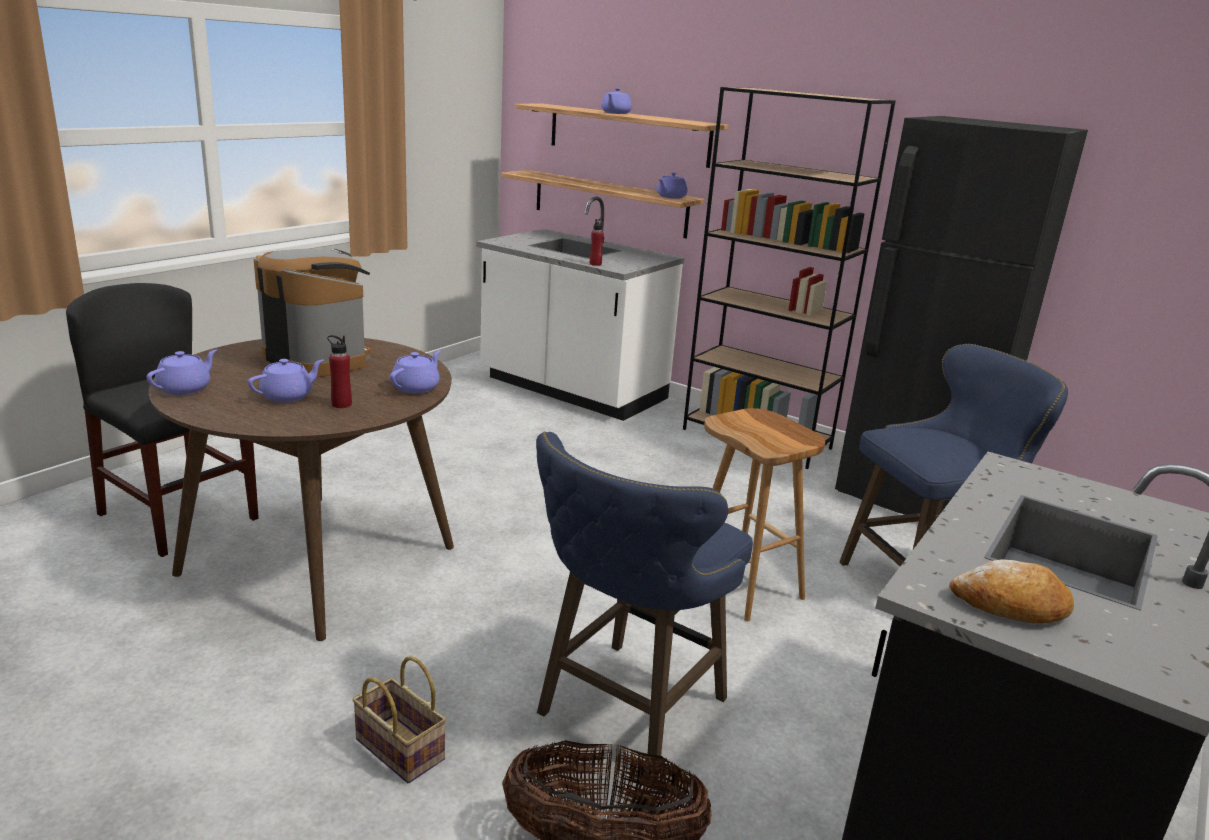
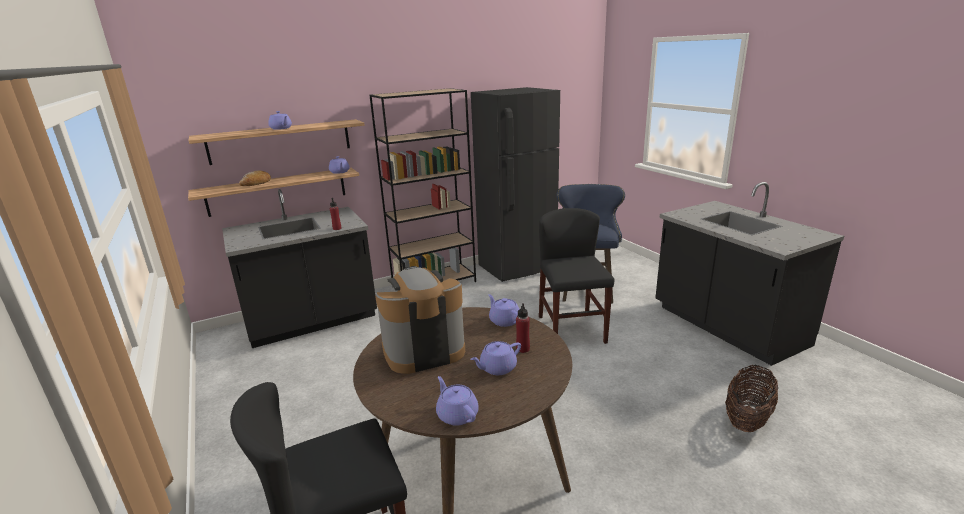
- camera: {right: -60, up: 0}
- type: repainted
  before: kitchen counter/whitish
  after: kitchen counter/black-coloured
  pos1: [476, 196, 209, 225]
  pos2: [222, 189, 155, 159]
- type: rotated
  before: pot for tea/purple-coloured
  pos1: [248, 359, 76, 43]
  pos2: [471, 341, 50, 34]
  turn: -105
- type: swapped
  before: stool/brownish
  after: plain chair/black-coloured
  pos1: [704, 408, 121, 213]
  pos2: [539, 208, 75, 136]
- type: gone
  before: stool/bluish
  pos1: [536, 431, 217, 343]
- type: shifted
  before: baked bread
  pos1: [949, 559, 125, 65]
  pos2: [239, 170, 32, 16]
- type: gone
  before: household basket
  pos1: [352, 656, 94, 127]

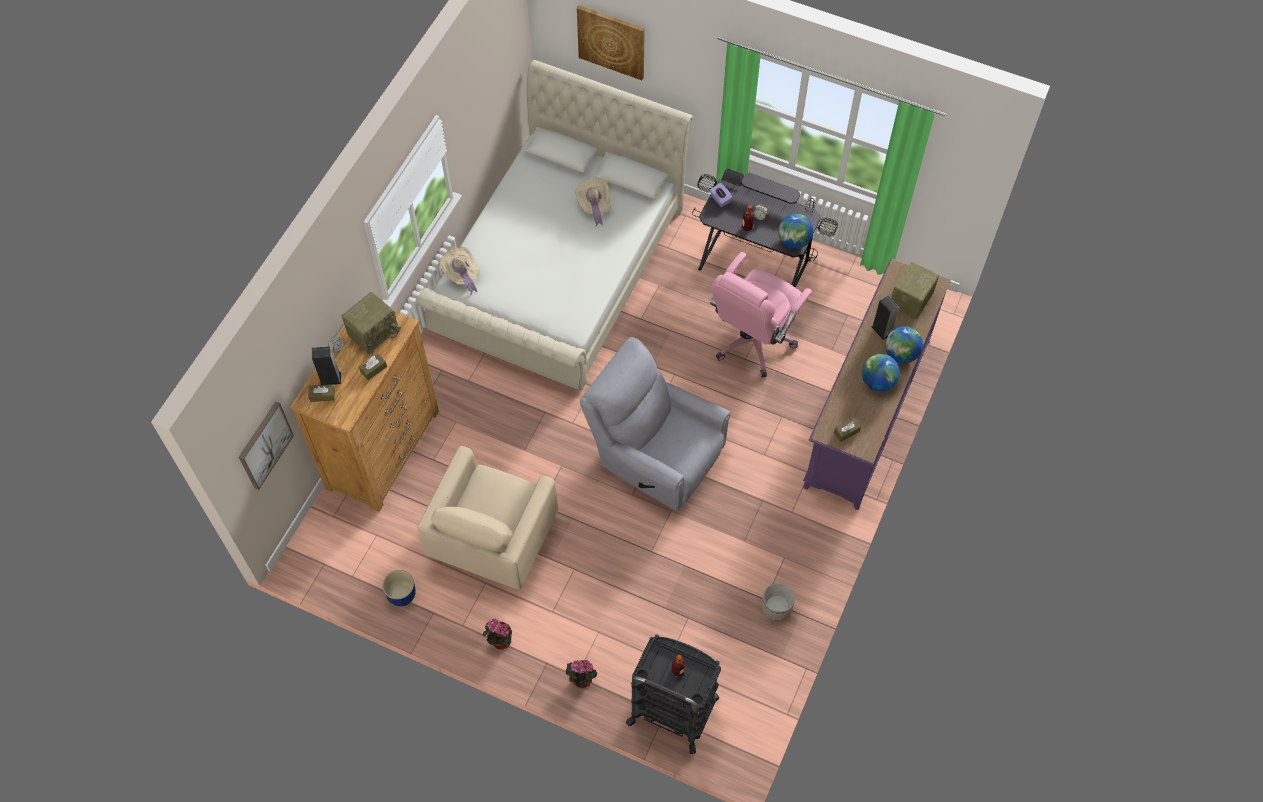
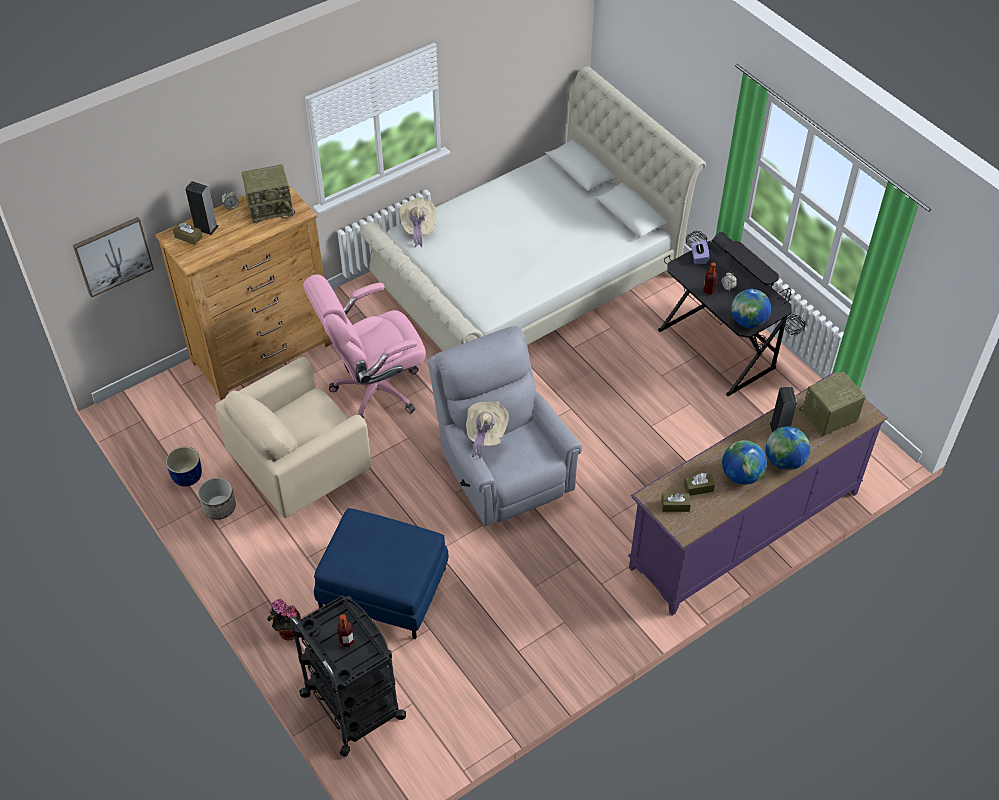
- camera: {right: 30, up: -10}
- type: gone
  before: wall art
  pos1: [577, 5, 68, 75]
- type: shifted
  before: wearable hat/beige
  pos1: [575, 176, 37, 50]
  pos2: [466, 402, 43, 57]
- type: shifted
  before: computer chair/pink-coloured
  pos1: [710, 252, 102, 126]
  pos2: [303, 274, 123, 144]
- type: shifted
  before: tissue holder/brownish
  pos1: [359, 354, 28, 26]
  pos2: [684, 473, 31, 23]
- type: shifted
  before: plant pot
  pos1: [761, 583, 34, 38]
  pos2: [198, 478, 38, 42]
- type: gone
  before: plant in a pot
  pos1: [483, 619, 29, 31]
- type: new
  after: ottoman/bluish
  pos2: [314, 508, 134, 131]

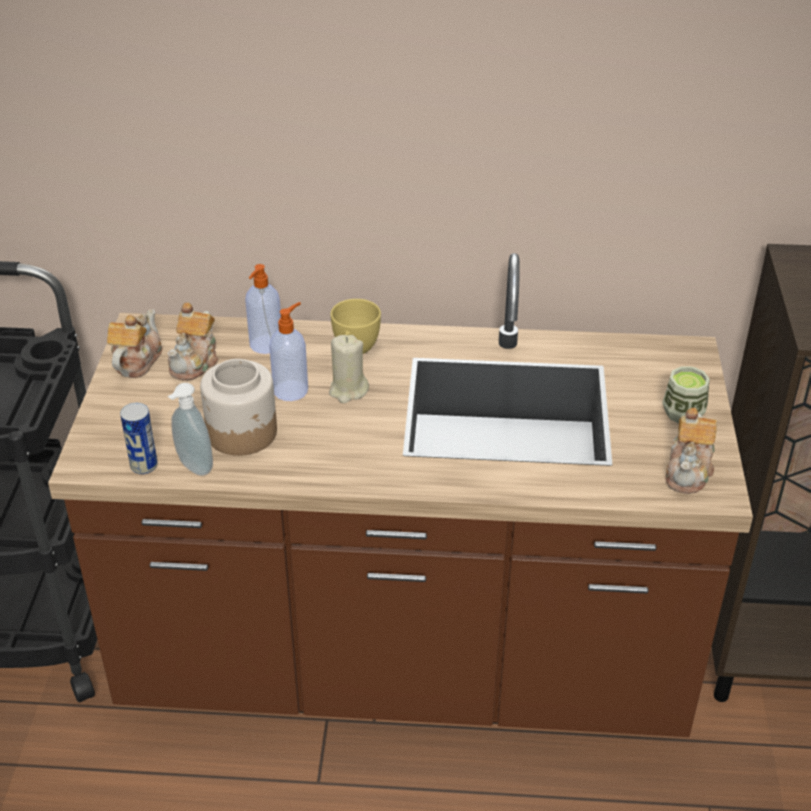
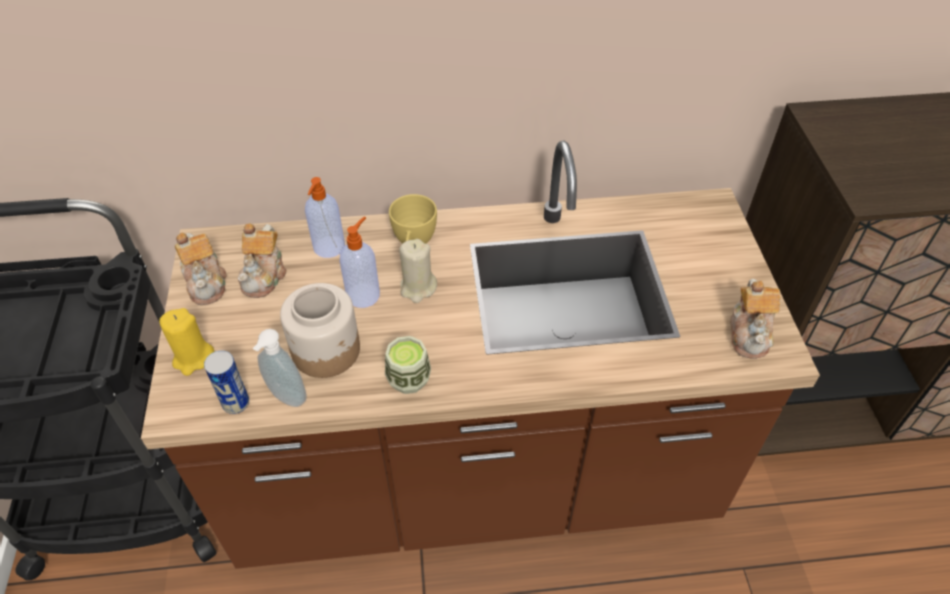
- camera: {right: -10, up: 10}
- type: rotated
  before: pot for tea
  pos1: [107, 309, 55, 69]
  pos2: [175, 233, 52, 72]
  turn: 150
- type: shifted
  before: drinking cup
  pos1: [662, 366, 48, 57]
  pos2: [385, 336, 46, 58]
- type: new
  after: wax light/yellow-coloured
  pos2: [159, 308, 55, 68]

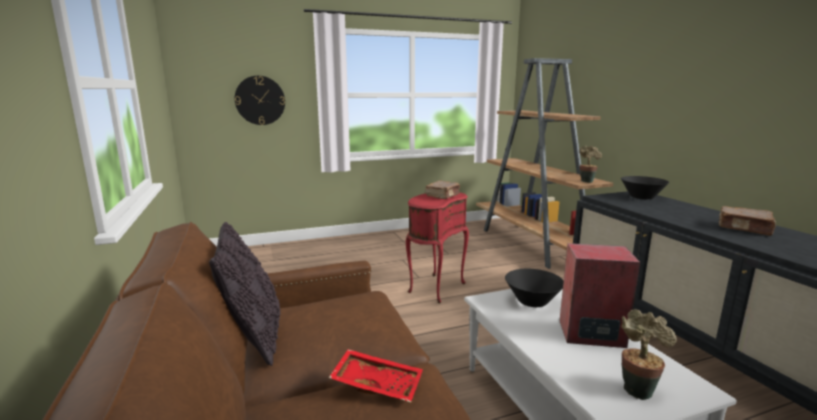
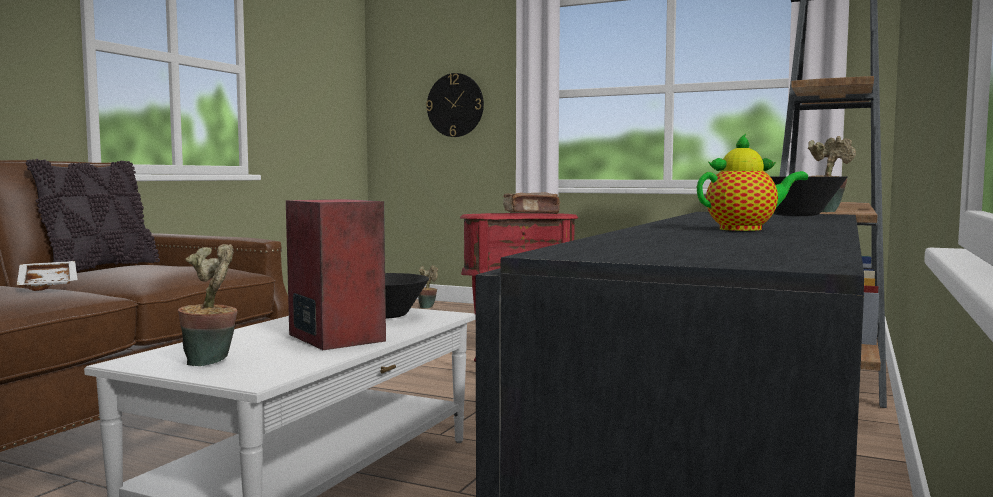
- camera: {right: 45, up: -10}
- type: swapped
  before: volume/brownish
  after: pot for tea
  pos1: [719, 206, 57, 30]
  pos2: [697, 134, 111, 97]
- type: repainted
  before: tray/reddish
  after: tray/whitish
  pos1: [329, 349, 94, 53]
  pos2: [17, 261, 61, 30]
- type: new
  after: plant in a pot
  pos2: [418, 265, 20, 44]

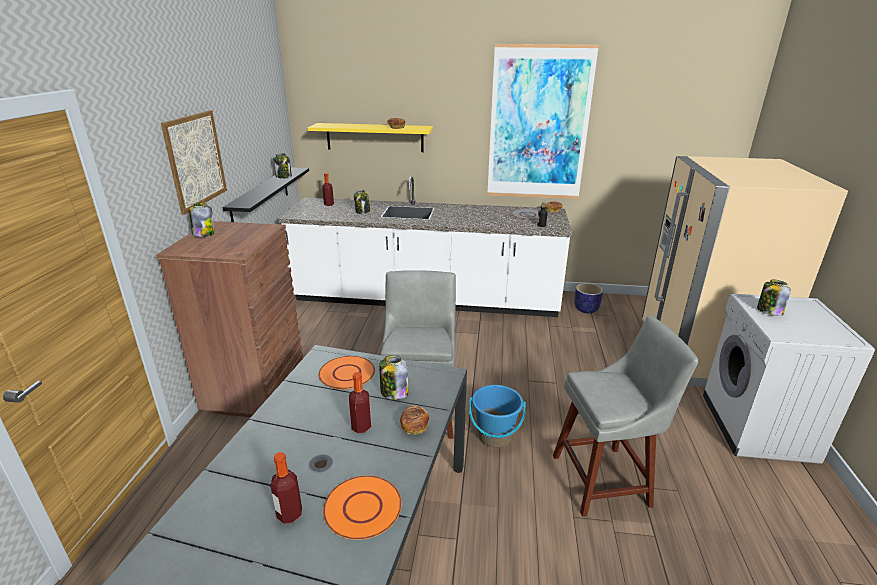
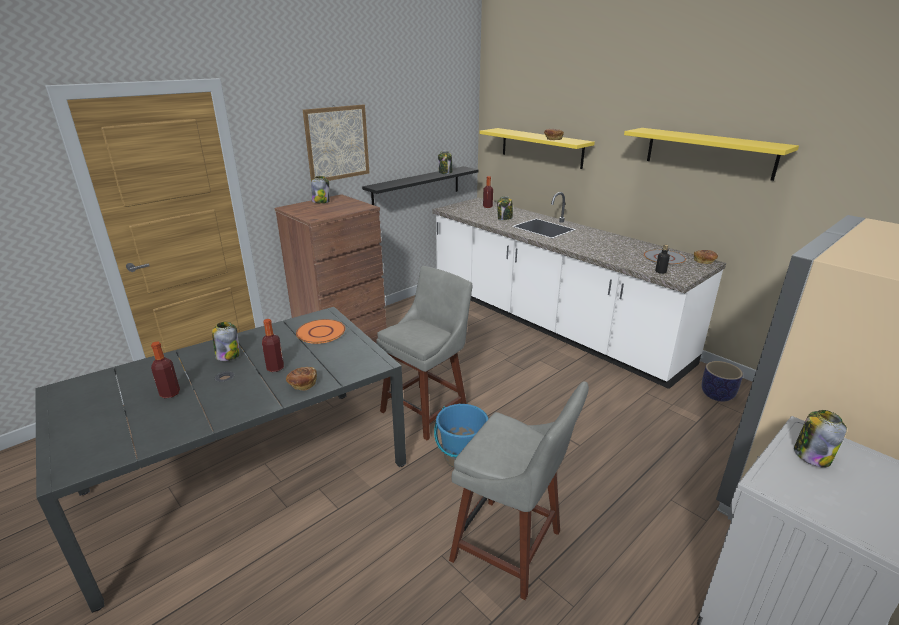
- camera: {right: 40, up: 0}
- type: swapped
  before: wall art
  after: wall shelf/yellow-coloured
  pos1: [487, 44, 112, 155]
  pos2: [624, 128, 175, 53]
- type: shifted
  before: preserve jar
  pos1: [379, 355, 30, 45]
  pos2: [212, 322, 28, 39]
- type: gone
  before: dinner plate/orange-coloured
  pos1: [323, 475, 79, 65]

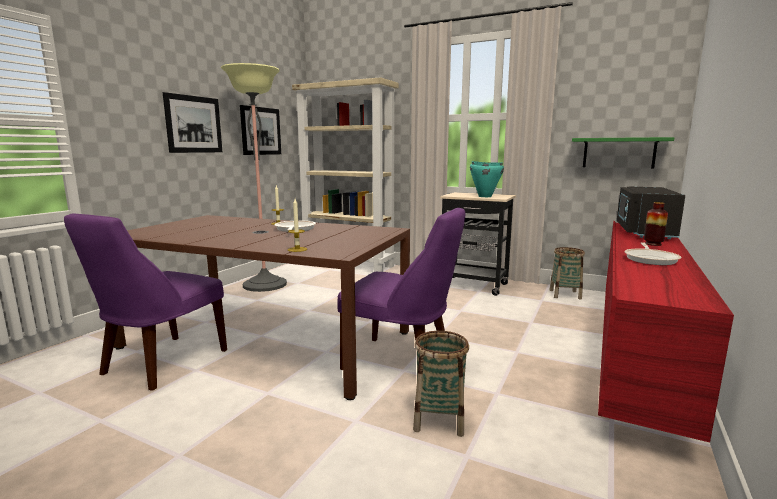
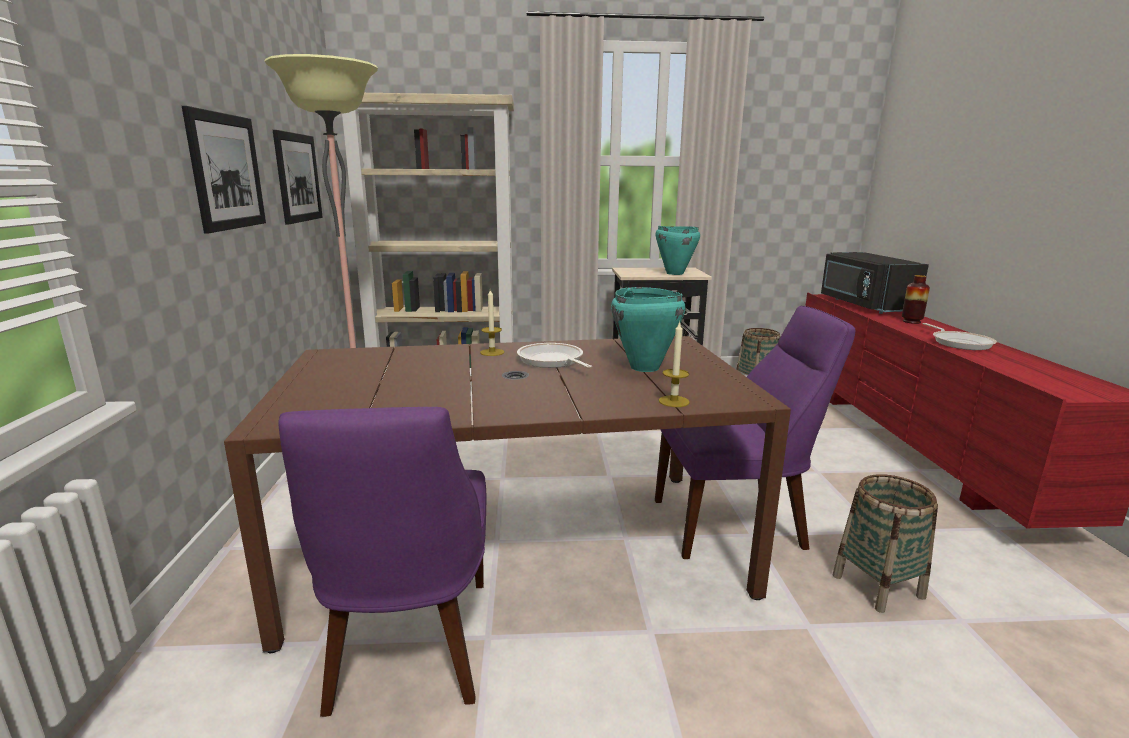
- camera: {right: -30, up: 5}
- type: gone
  before: wall shelf/greenish
  pos1: [572, 137, 103, 31]
- type: new
  after: saucepot/turquoise
  pos2: [611, 287, 75, 85]

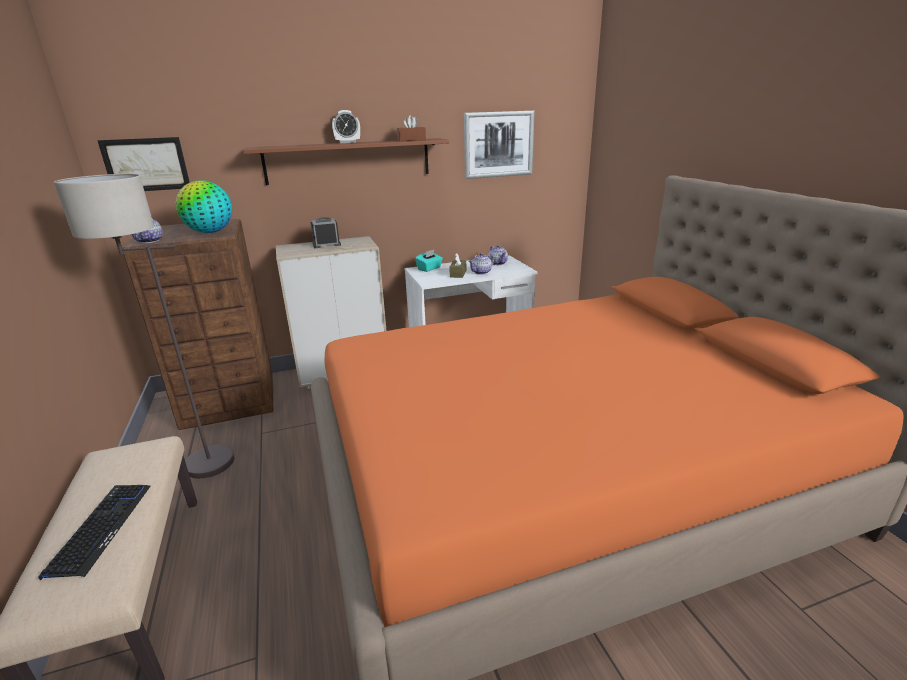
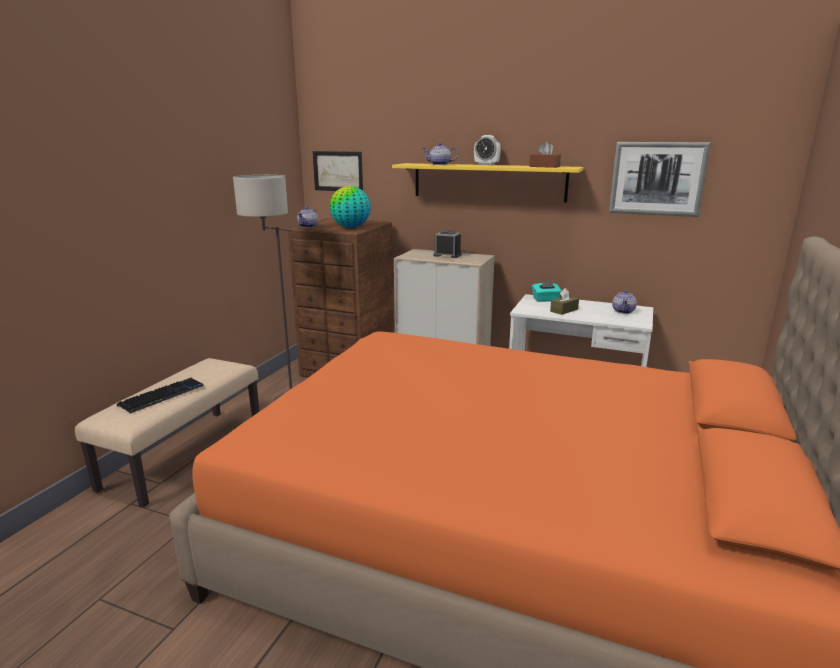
- camera: {right: 40, up: -5}
- type: repainted
  before: wall shelf/brownish
  after: wall shelf/yellow-coloured
  pos1: [243, 138, 206, 47]
  pos2: [392, 163, 192, 39]
- type: shifted
  before: pot for tea
  pos1: [469, 253, 25, 22]
  pos2: [422, 143, 36, 22]

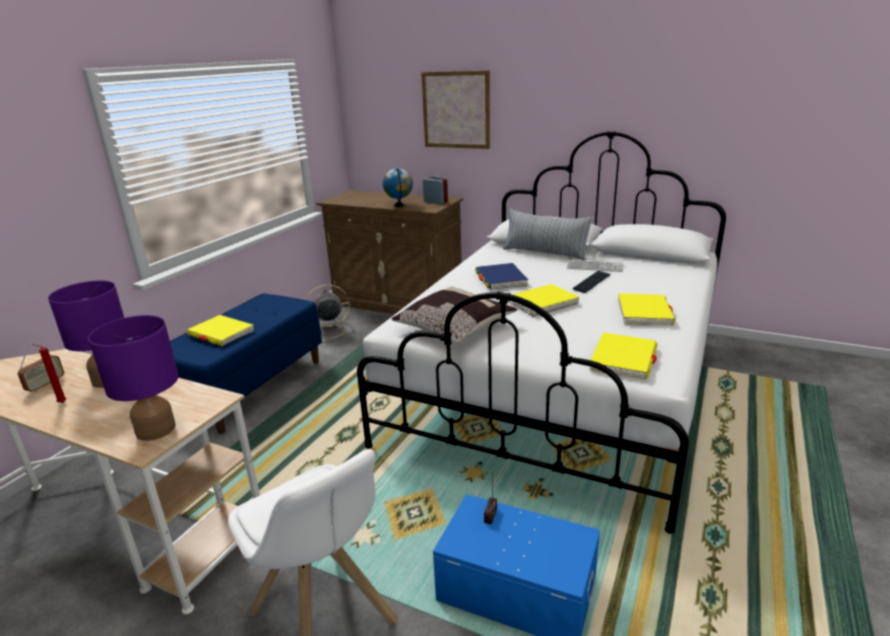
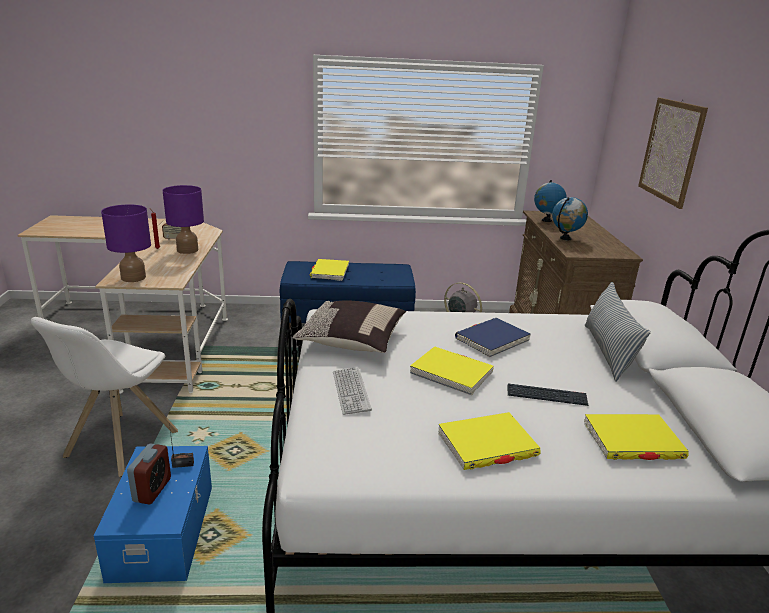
- camera: {right: 60, up: 0}
- type: shifted
  before: bedside clock
  pos1: [423, 175, 25, 29]
  pos2: [127, 443, 44, 62]
- type: shifted
  before: PC keyboard
  pos1: [567, 260, 57, 12]
  pos2: [333, 367, 39, 48]
- type: shifted
  before: volume/yellow-coloured
  pos1: [590, 332, 68, 47]
  pos2: [584, 414, 105, 46]
- type: new
  after: desk globe
  pos2: [534, 180, 33, 42]

